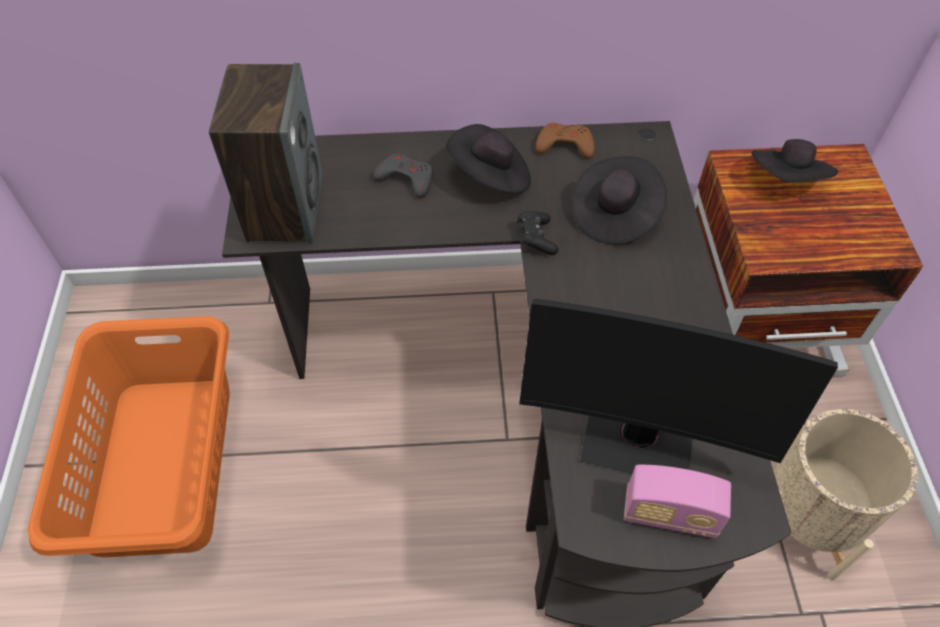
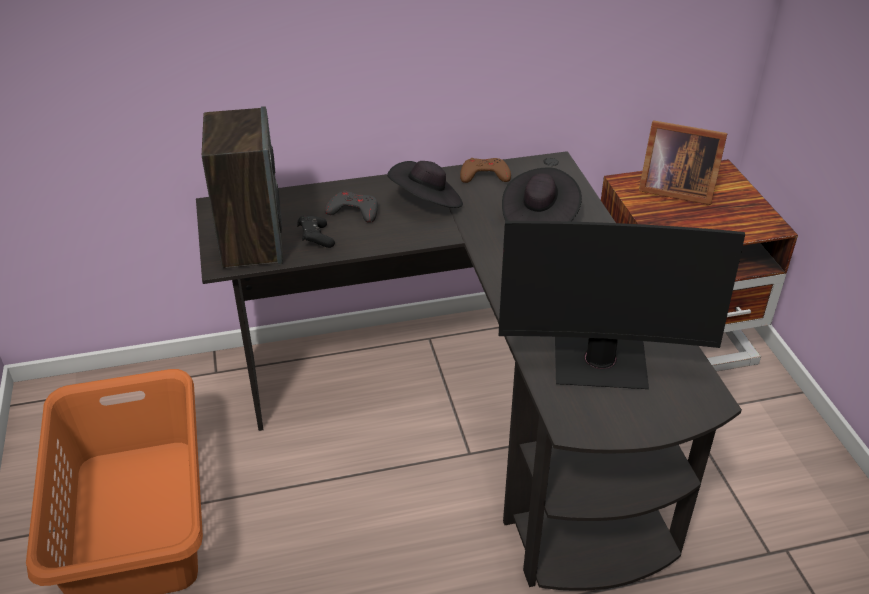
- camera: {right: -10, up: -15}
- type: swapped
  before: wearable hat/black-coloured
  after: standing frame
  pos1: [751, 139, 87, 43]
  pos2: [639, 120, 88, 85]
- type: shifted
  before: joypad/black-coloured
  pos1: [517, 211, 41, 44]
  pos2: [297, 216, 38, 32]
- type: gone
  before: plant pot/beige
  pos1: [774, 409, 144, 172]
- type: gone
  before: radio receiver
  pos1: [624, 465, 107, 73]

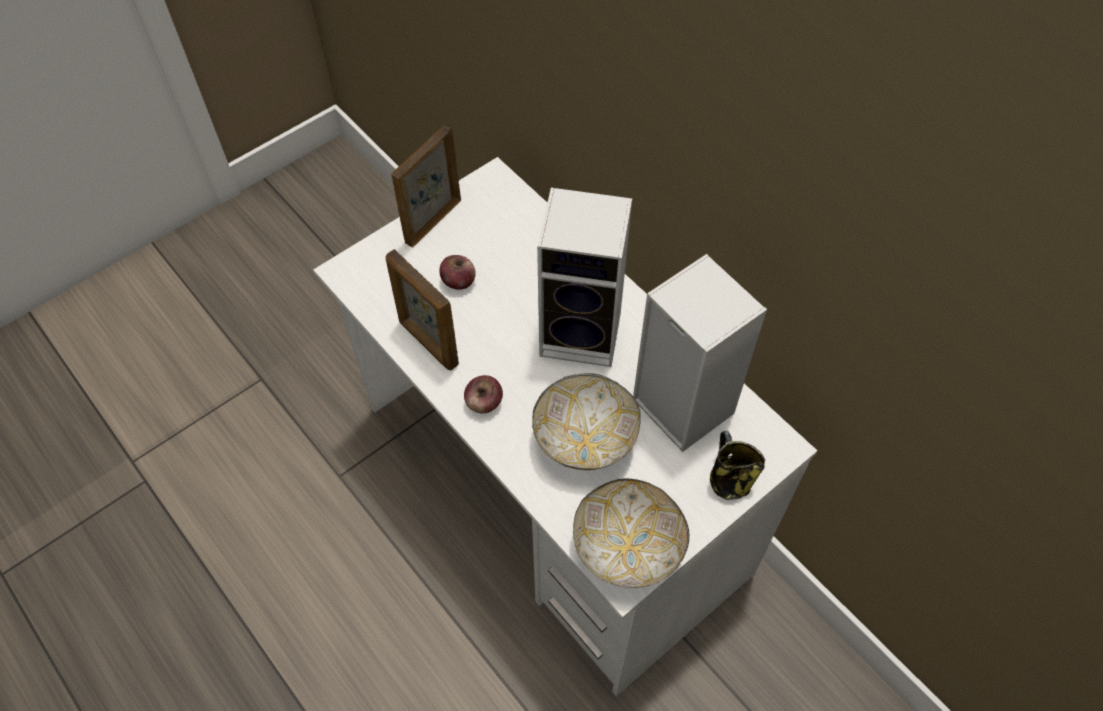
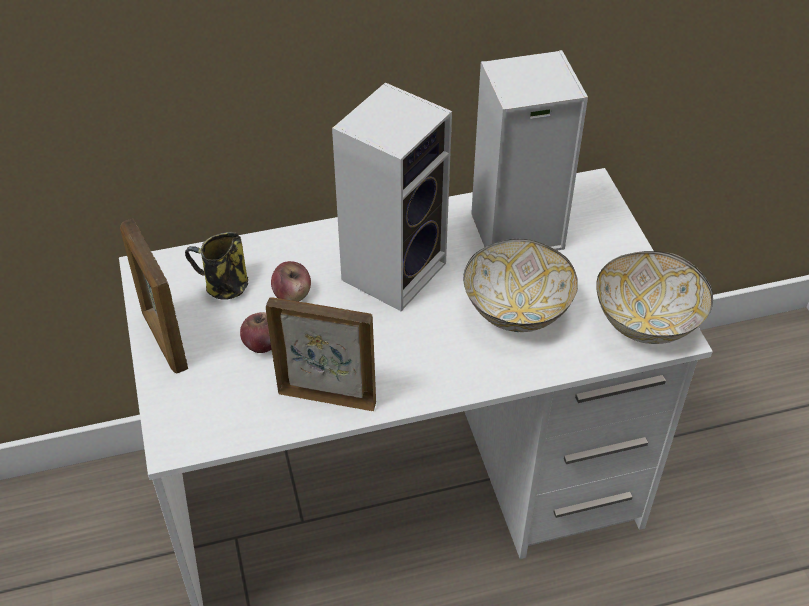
- camera: {right: -65, up: -10}
- type: rotated
  before: standing frame
  pos1: [386, 249, 73, 121]
  pos2: [266, 297, 110, 114]
  turn: -150
- type: shifted
  before: apple
  pos1: [464, 375, 39, 39]
  pos2: [271, 261, 40, 41]
- type: shifted
  before: mug
  pos1: [710, 431, 55, 69]
  pos2: [185, 232, 63, 68]

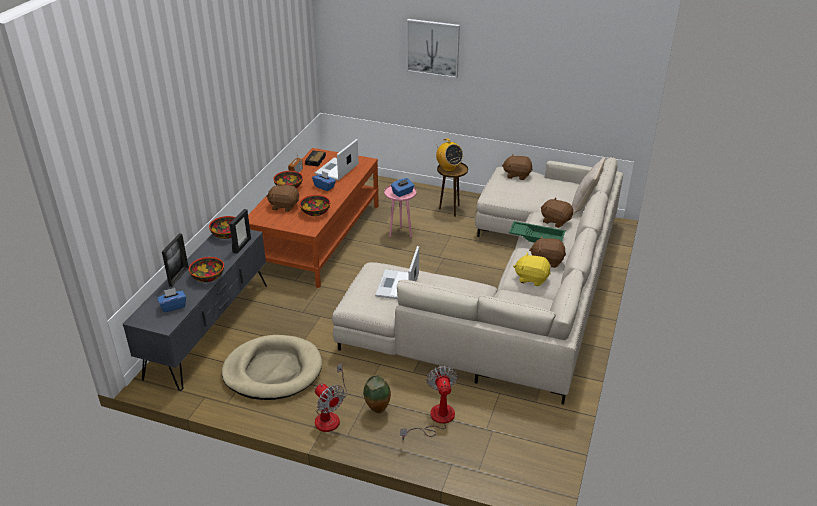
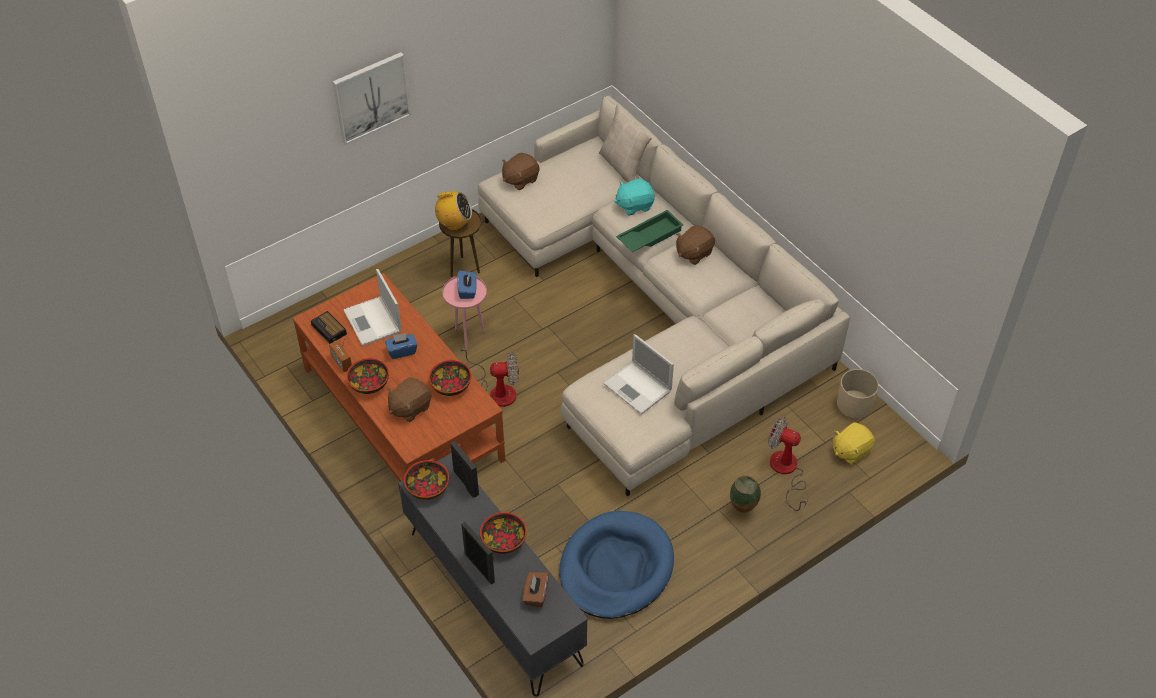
- camera: {right: -55, up: 15}
- type: repainted
  before: plush toy/brownish
  after: plush toy/turquoise
  pos1: [541, 197, 32, 31]
  pos2: [614, 179, 41, 36]
- type: shifted
  before: plush toy/yellow-coloured
  pos1: [513, 253, 38, 33]
  pos2: [833, 422, 42, 43]
- type: repainted
  before: tissue holder/bluish
  after: tissue holder/brownish
  pos1: [157, 288, 29, 24]
  pos2: [523, 572, 26, 35]
- type: repainted
  before: dog cushion/beige
  after: dog cushion/bluish
  pos1: [222, 335, 100, 65]
  pos2: [559, 510, 115, 109]
- type: shifted
  before: electric fan
  pos1: [315, 363, 32, 69]
  pos2: [460, 346, 59, 61]
- type: new
  after: plant pot/beige
  pos2: [837, 369, 42, 49]

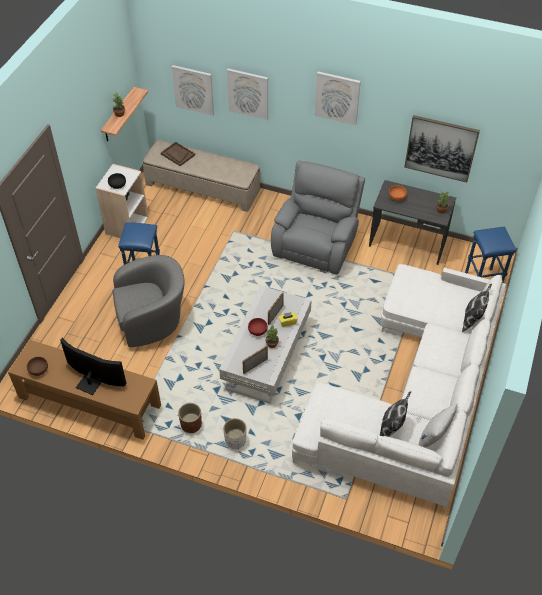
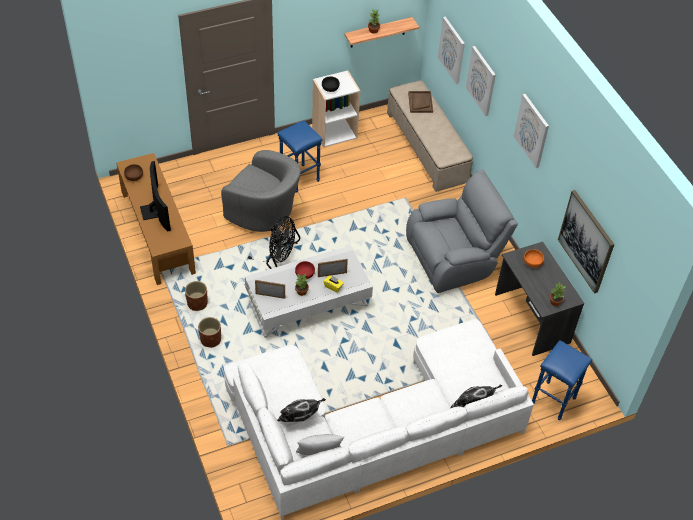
- camera: {right: 45, up: 0}
- type: repainted
  before: plant pot/whitish
  after: plant pot/brownish
  pos1: [223, 418, 23, 31]
  pos2: [198, 317, 23, 31]
- type: new
  after: electric fan/black-coloured
  pos2: [248, 216, 52, 53]

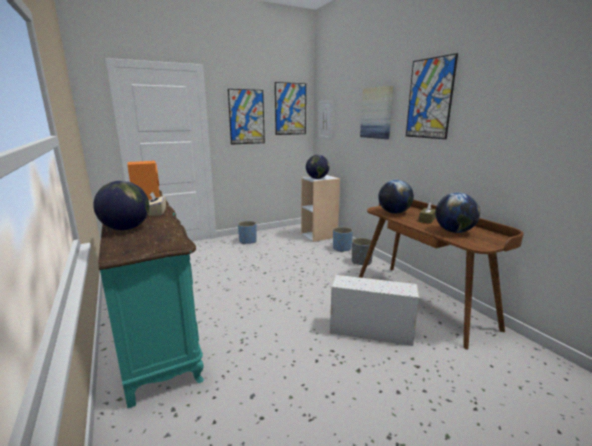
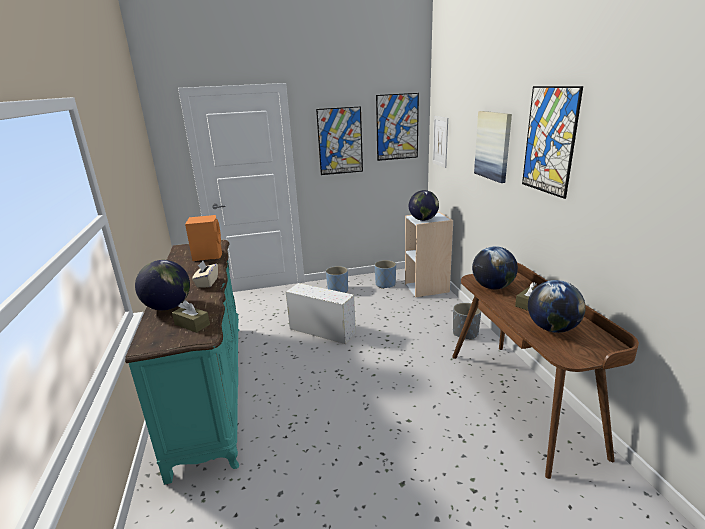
- camera: {right: 15, up: 5}
- type: shifted
  before: plant pot/bluish
  pos1: [333, 227, 20, 25]
  pos2: [375, 260, 21, 29]
- type: shifted
  before: storage container/whitish
  pos1: [330, 275, 89, 71]
  pos2: [286, 283, 70, 61]
- type: new
  after: tissue holder/brownish
  pos2: [172, 300, 38, 33]

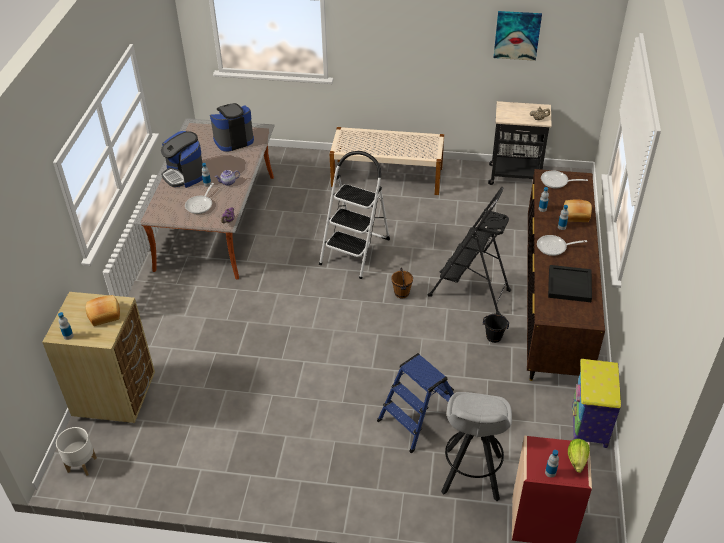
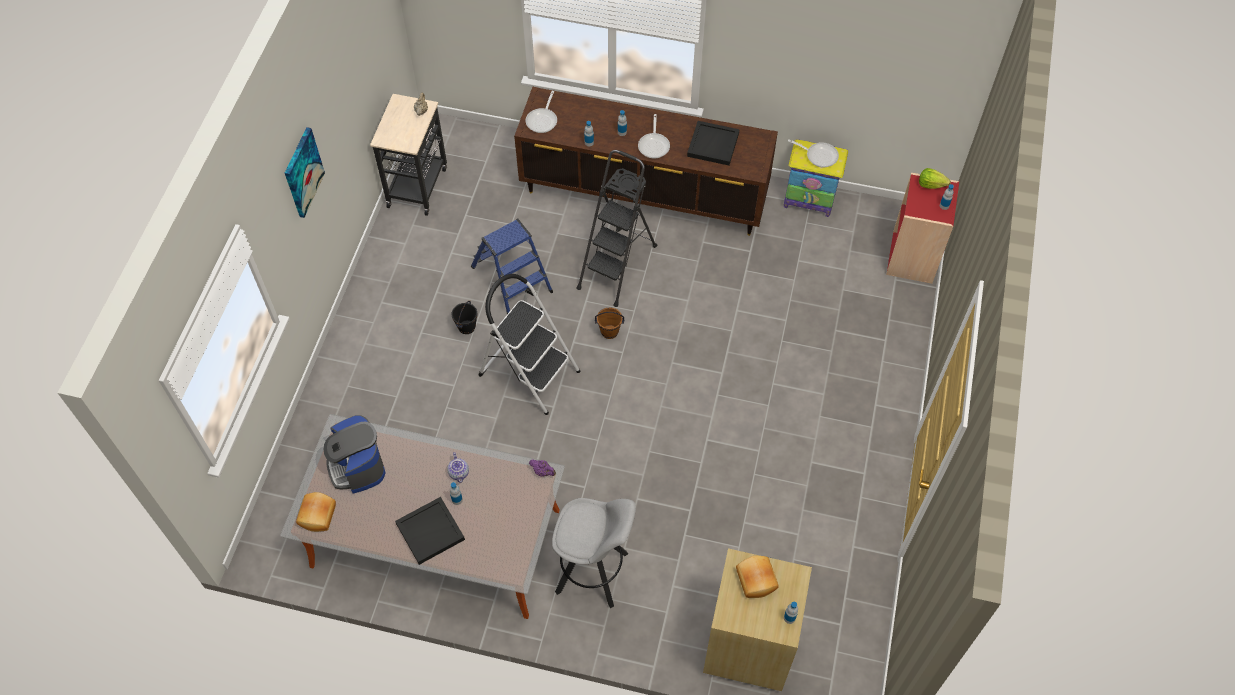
- camera: {right: -85, up: 15}
- type: shifted
  before: wall art
  pos1: [493, 11, 49, 50]
  pos2: [285, 127, 40, 91]
- type: gone
  before: long seat/beige
  pos1: [329, 127, 115, 68]
- type: swapped
  before: coffee brewer
  after: tray/black-coloured
  pos1: [161, 131, 42, 57]
  pos2: [395, 497, 70, 68]
- type: shifted
  before: frying pan
  pos1: [185, 183, 29, 31]
  pos2: [788, 139, 51, 29]
- type: shifted
  before: baked bread
  pos1: [563, 199, 29, 23]
  pos2: [296, 492, 40, 40]
- type: shifted
  before: bucket/black-coloured
  pos1: [483, 314, 26, 29]
  pos2: [452, 301, 25, 33]
- type: shifted
  before: step stool/bluish
  pos1: [377, 353, 77, 100]
  pos2: [471, 219, 82, 95]
- type: shifted
  before: stool/grey
  pos1: [441, 392, 71, 109]
  pos2: [552, 498, 84, 110]
- type: gone
  before: plant pot/whitish
  pos1: [56, 427, 41, 49]

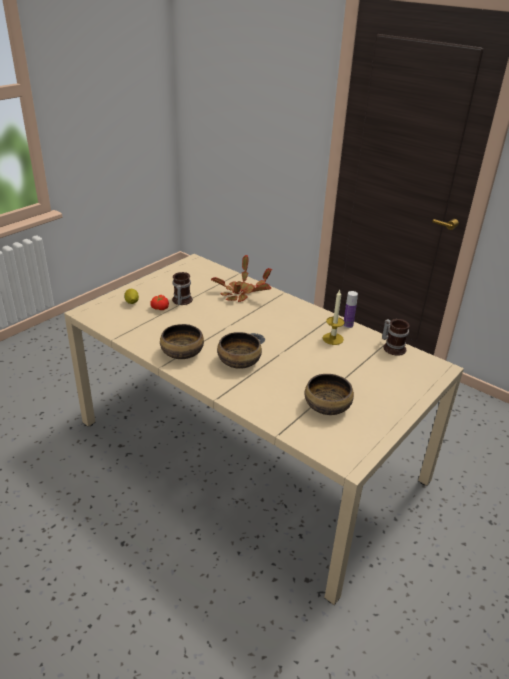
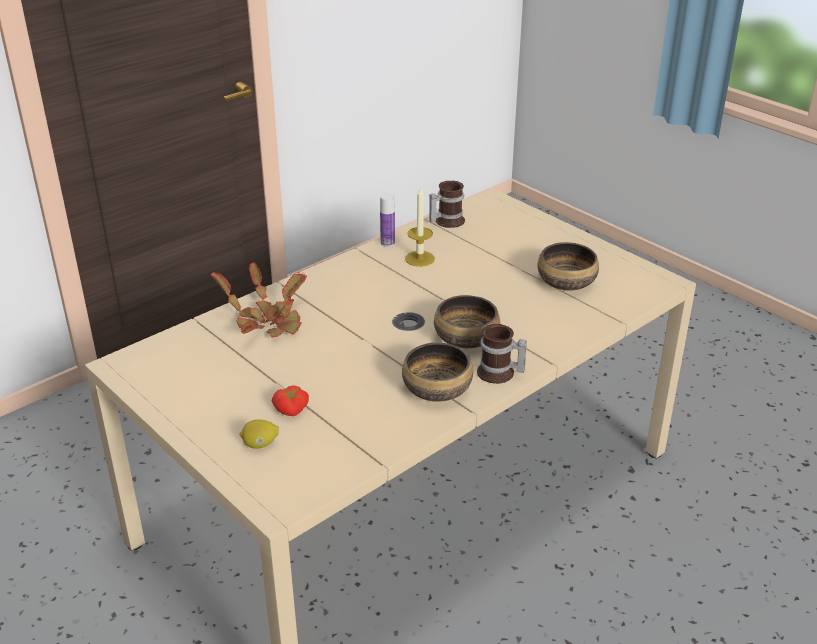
- camera: {right: -80, up: 0}
- type: shifted
  before: mug
  pos1: [172, 272, 21, 33]
  pos2: [477, 324, 50, 60]

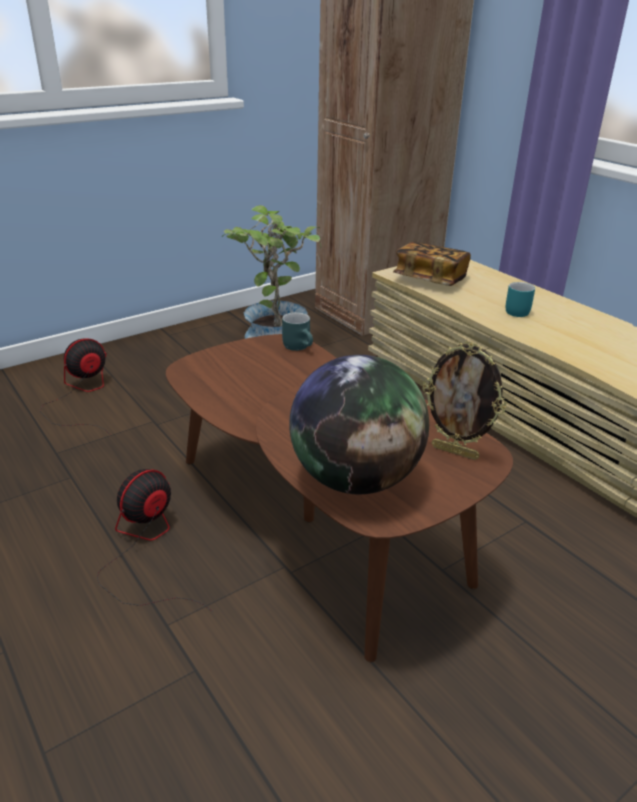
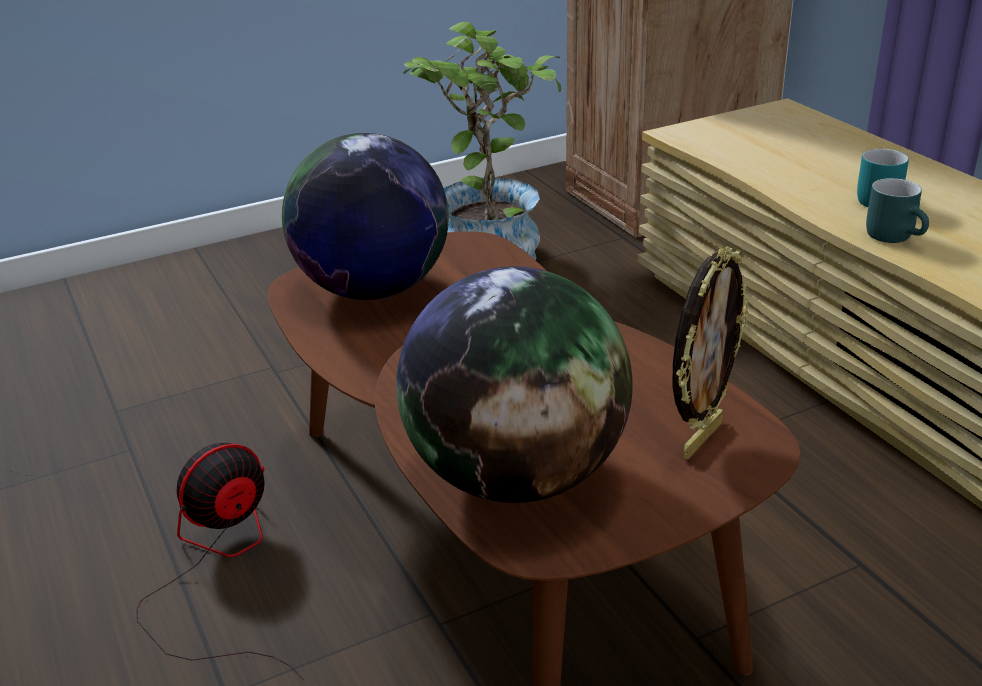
- camera: {right: 10, up: 0}
- type: gone
  before: volume
  pos1: [393, 242, 78, 44]
- type: shifted
  before: mug/turquoise
  pos1: [282, 312, 31, 39]
  pos2: [866, 178, 63, 65]
- type: gone
  before: electric fan
  pos1: [40, 338, 70, 96]
- type: rotated
  before: standing frame
  pos1: [423, 341, 83, 119]
  pos2: [673, 246, 75, 214]
  turn: -90
- type: new
  after: desk globe
  pos2: [282, 133, 167, 167]

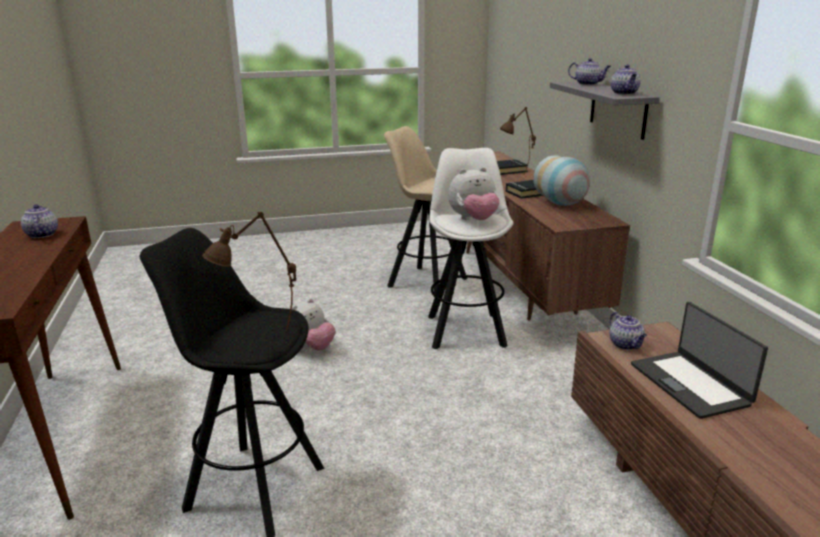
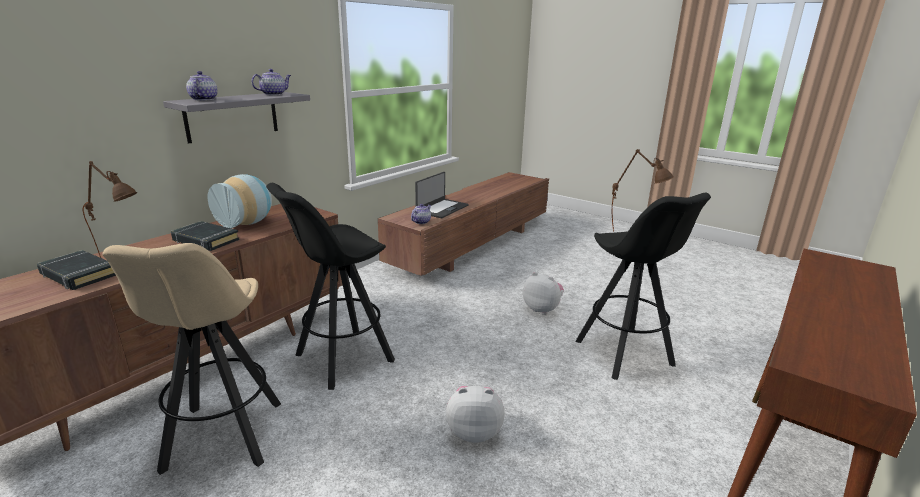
- camera: {right: -130, up: 0}
- type: repainted
  before: stool/whitish
  after: stool/black-coloured
  pos1: [428, 148, 85, 201]
  pos2: [266, 183, 129, 207]
- type: shifted
  before: plush toy
  pos1: [448, 167, 52, 53]
  pos2: [522, 272, 42, 43]
- type: gone
  before: pot for tea
  pos1: [21, 204, 37, 34]

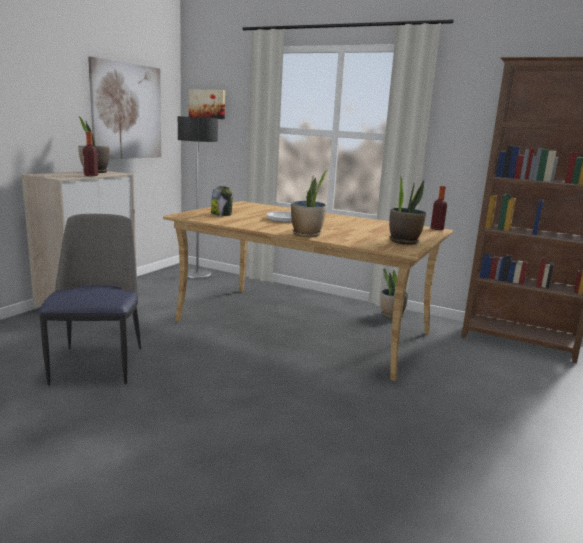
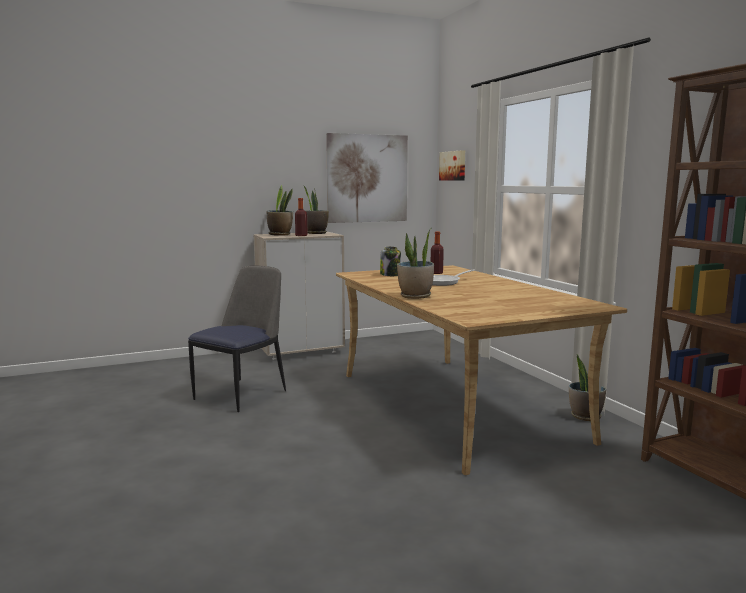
- camera: {right: 40, up: -5}
- type: gone
  before: standard lamp
  pos1: [178, 116, 40, 163]
- type: shifted
  before: plant in a pot
  pos1: [389, 174, 37, 71]
  pos2: [267, 185, 26, 51]
- type: shifted
  before: beverage bottle
  pos1: [431, 186, 16, 44]
  pos2: [431, 231, 13, 43]

